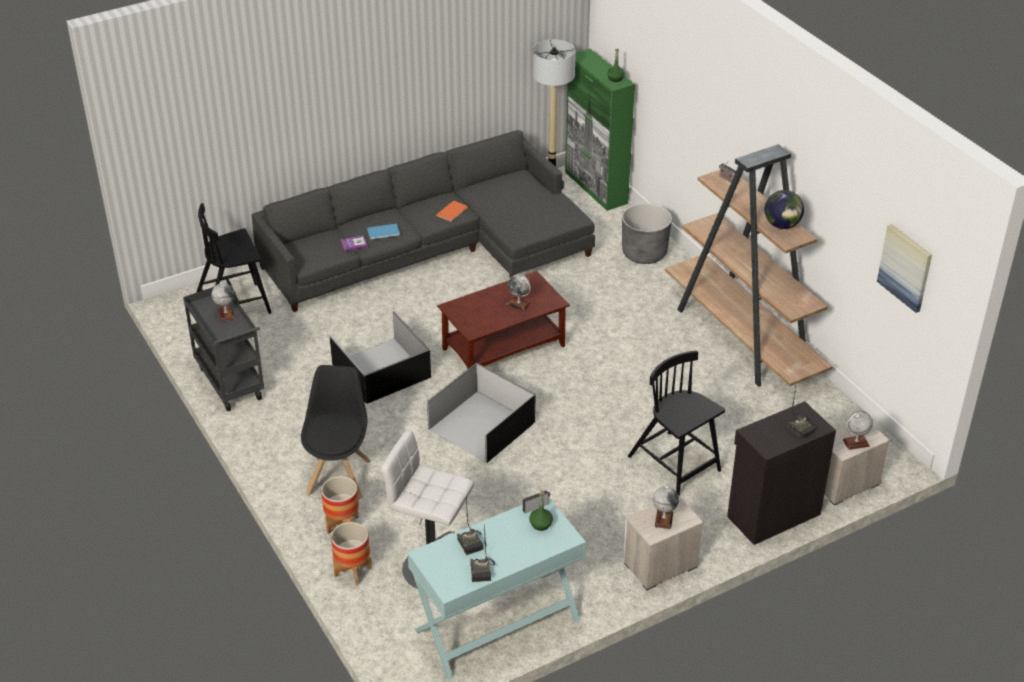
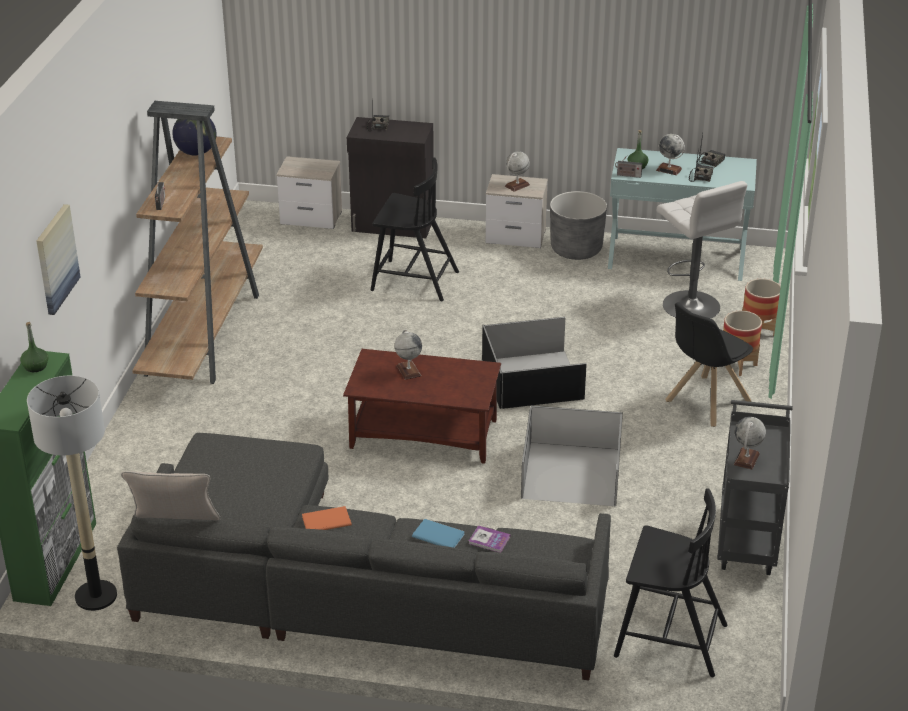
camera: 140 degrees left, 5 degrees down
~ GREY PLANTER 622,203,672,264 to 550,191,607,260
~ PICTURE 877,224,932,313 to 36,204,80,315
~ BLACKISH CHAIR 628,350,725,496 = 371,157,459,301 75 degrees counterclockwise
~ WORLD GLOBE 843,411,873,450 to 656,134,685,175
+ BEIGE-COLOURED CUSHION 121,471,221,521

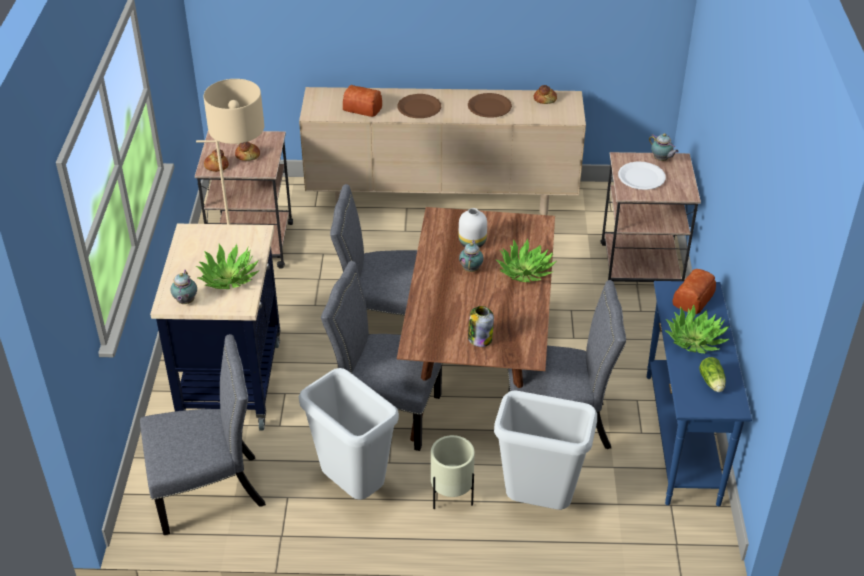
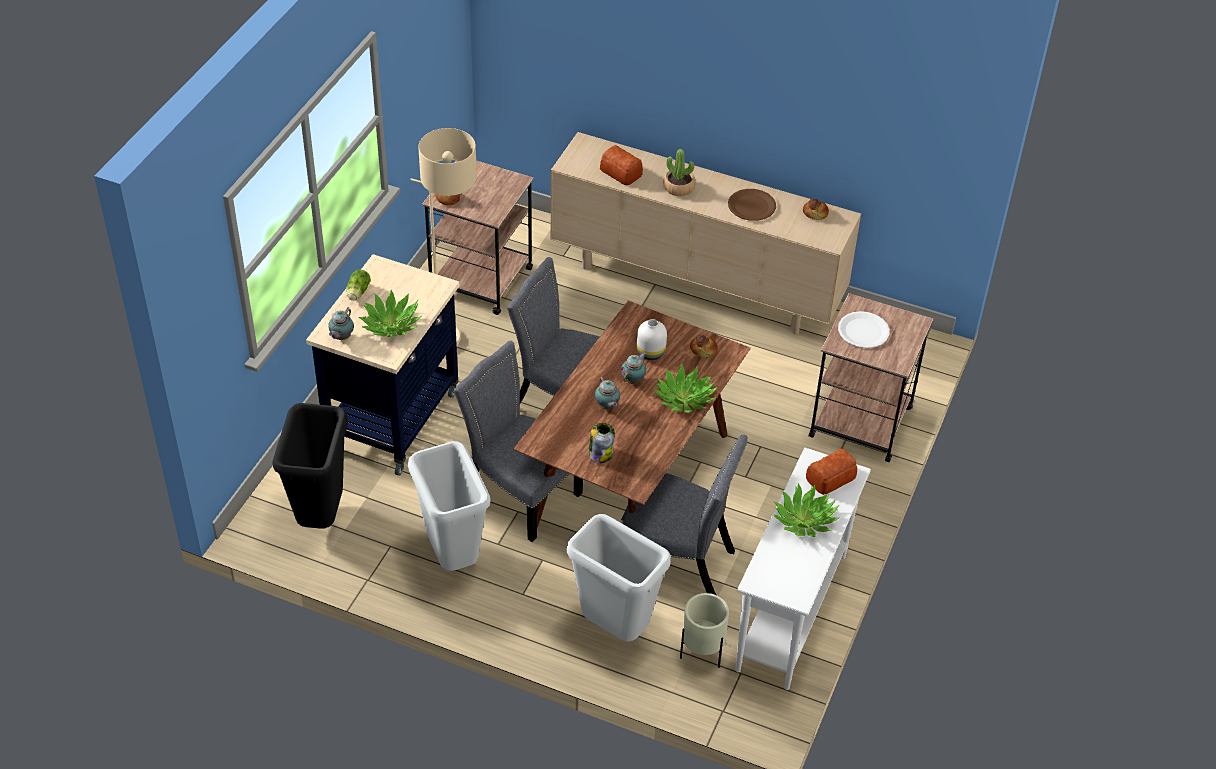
camera: 20 degrees right, 5 degrees up
~ BROWNISH FLAT DISH 398,94,441,118 to POTTED PLANT 663,149,696,196
~ TEAPOT 649,133,679,161 to 595,376,620,409
~ BAKERY BREAD 235,142,260,161 to 690,335,718,357
~ BLUE CONSOLE TABLE 647,281,752,507 to WHITE CONSOLE TABLE 735,447,871,690
~ GREY CHAIR 140,334,266,535 to BLACKISH WASTE BIN 272,403,348,529
~ LETTUCE HEAD 699,357,726,392 to 347,270,371,301
~ BEIGE-COLOURED PLANTER 431,435,475,509 to 680,593,729,668

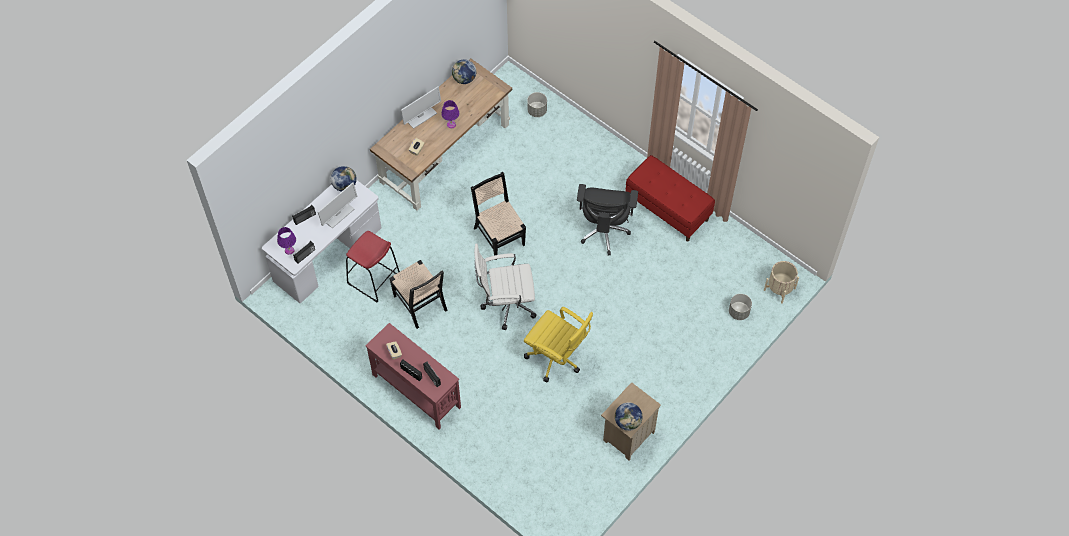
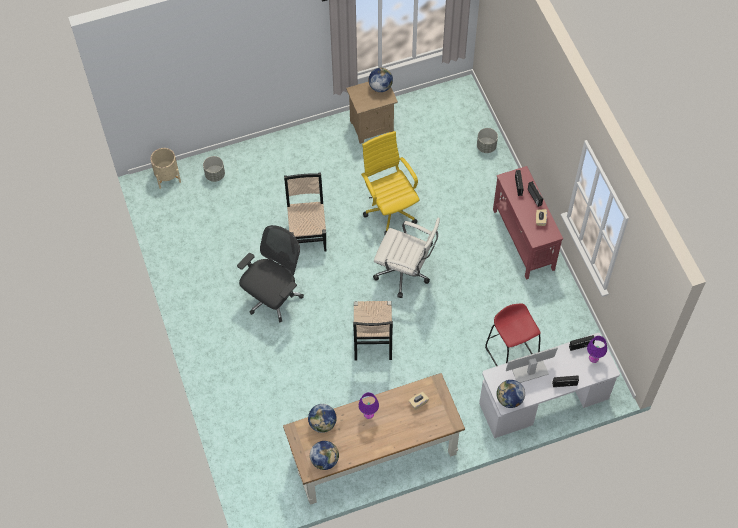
camera: 150 degrees left, 0 degrees up
- COMPUTER DISPLAY 401,86,441,129
~ GREY PLANTER 527,92,547,117 to 477,128,498,153
- RED-COLOURED LONG SEAT 625,155,715,242
~ CHAIR 389,260,447,329 to 284,172,326,252
+ WORLD GLOBE 308,404,337,433

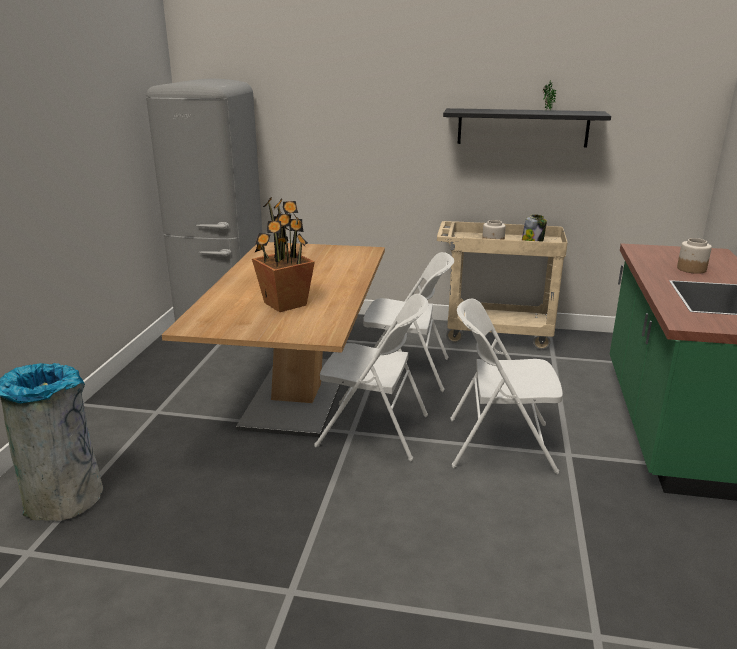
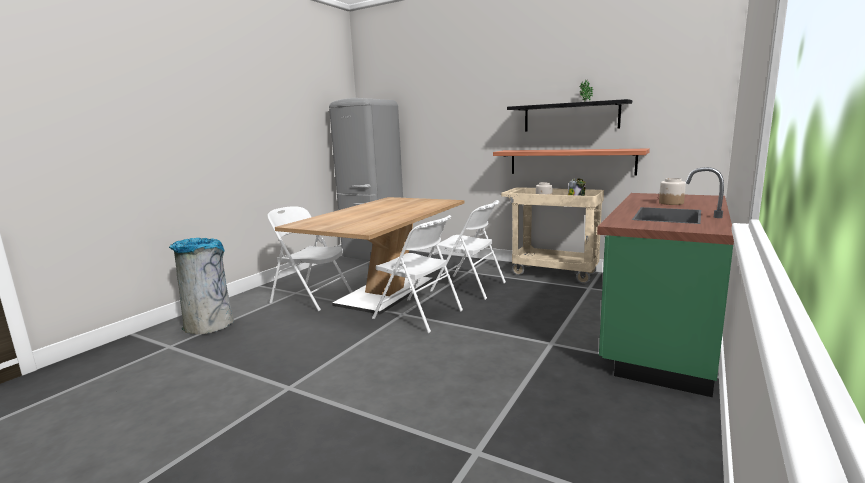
camera: 20 degrees right, 10 degrees down
- POTTED PLANT 252,197,315,312
~ WHITE CHAIR 450,299,563,474 to 267,206,353,311
+ SHELF 493,149,650,176

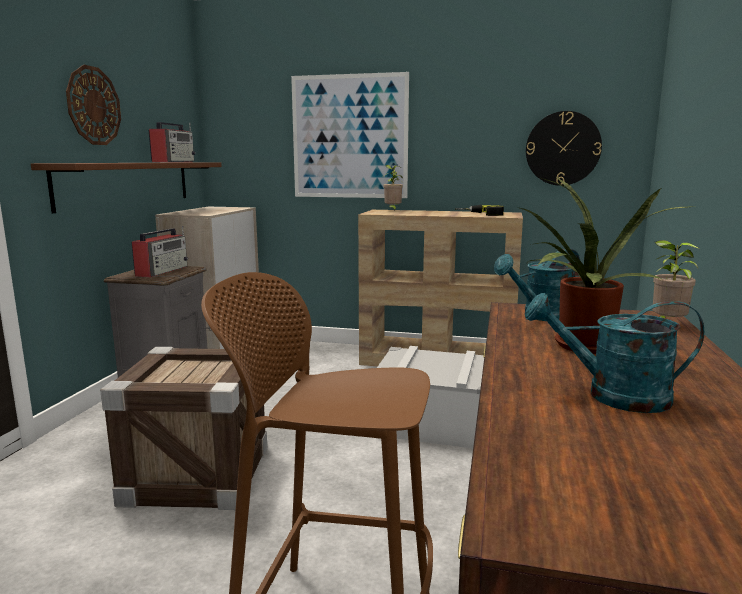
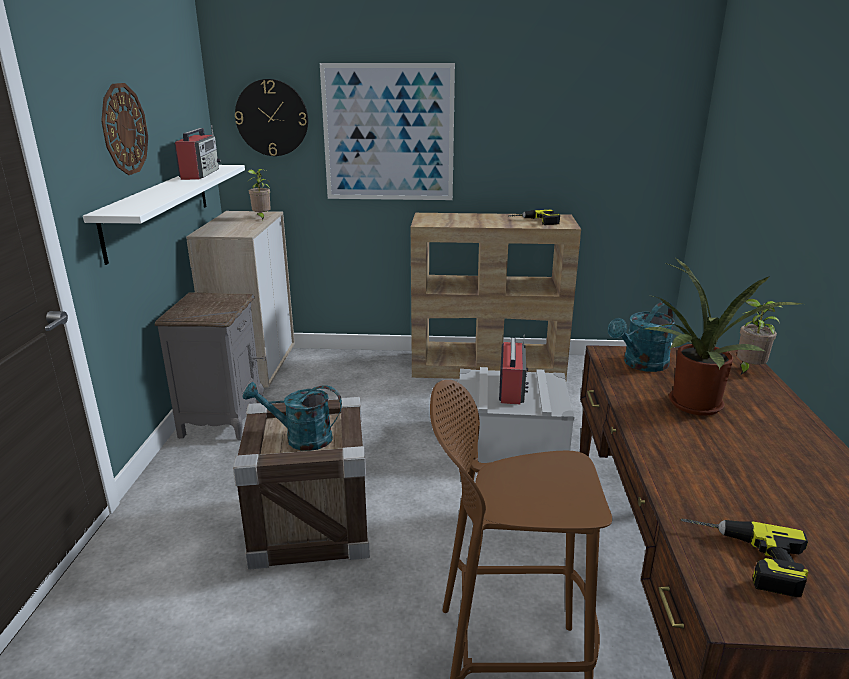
camera: 10 degrees left, 10 degrees up
~ CLOCK ON THE WALL 526,111,602,186 to 235,79,308,156
~ BROWNISH SHELF 31,162,222,213 to WHITE SHELF 83,165,245,265
~ POTTED PLANT 384,165,403,211 to 248,169,271,220
~ RADIO SET 132,226,188,277 to 499,335,529,404
~ TURQUOISE-COLOURED WATERING POT 525,293,704,413 to 243,382,342,451
+ ELECTRIC DRILL 681,518,808,597

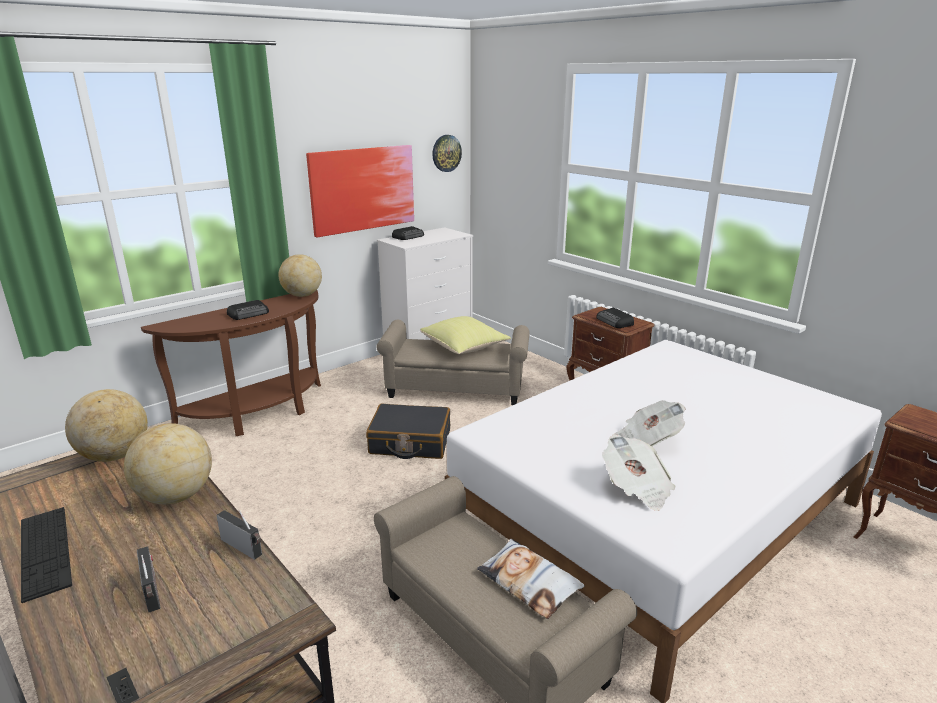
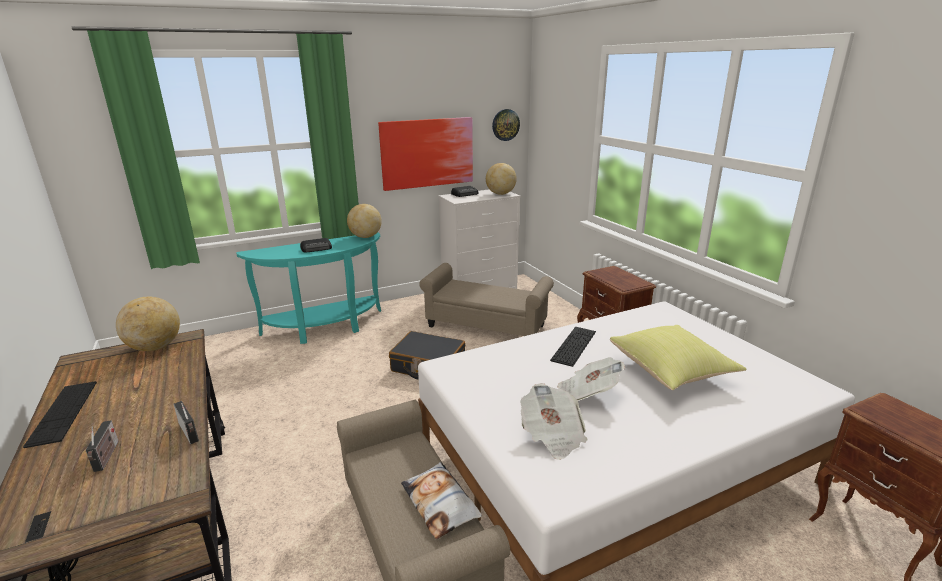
camera: 15 degrees right, 0 degrees up
~ BROWNISH CONSOLE TABLE 141,290,321,436 to TURQUOISE-COLOURED CONSOLE TABLE 236,232,381,344
- RADIO SET 596,308,634,328
~ YELLOW CUSHION 420,316,511,354 to 610,325,747,390
~ WORLD GLOBE 124,423,212,504 to 486,163,517,195
+ COMPUTER KEYBOARD 550,327,596,367

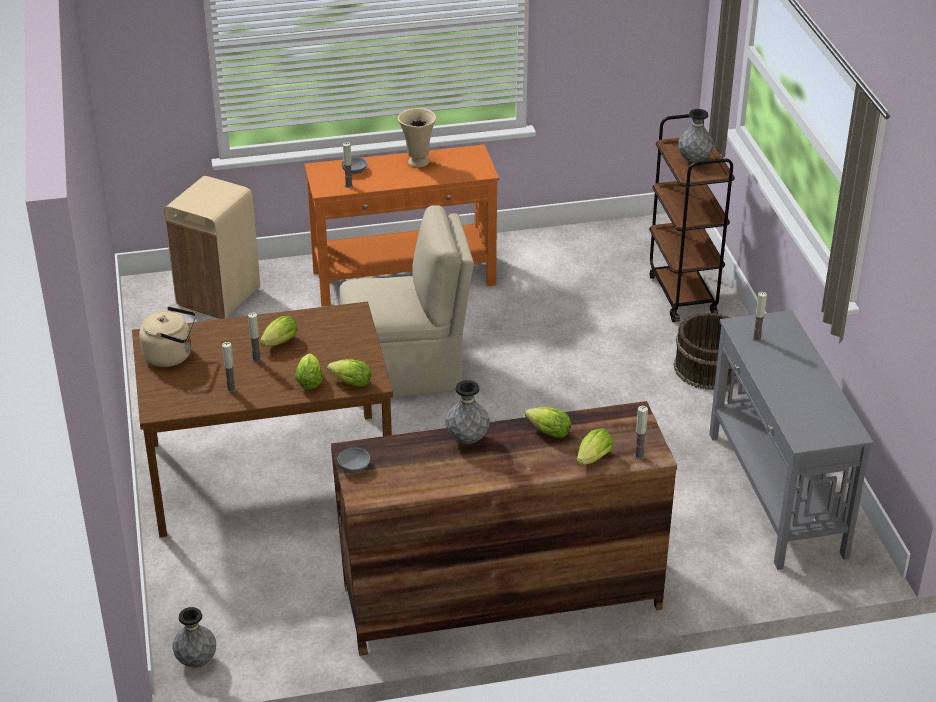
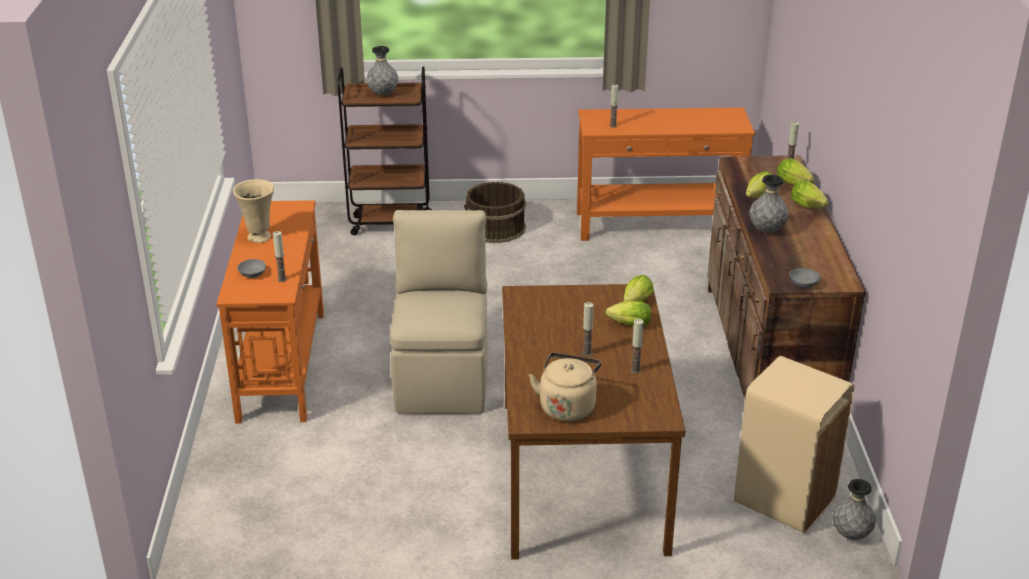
camera: 80 degrees left, 5 degrees down
~ BEIGE-COLOURED WASTE BIN 164,176,260,319 to 734,356,854,533
~ GREY CONSOLE TABLE 709,310,873,570 to ORANGEY CONSOLE TABLE 577,107,755,241
~ LETTUCE HEAD 260,316,298,347 to 791,180,829,209

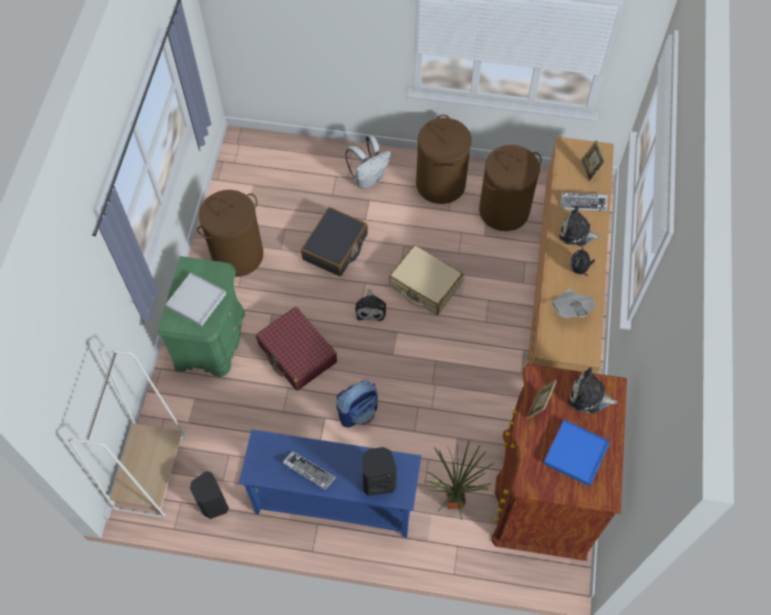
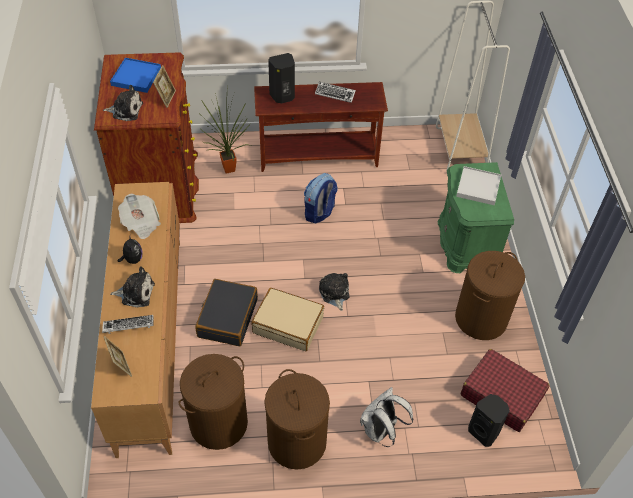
camera: 165 degrees right, 10 degrees down
~ BLACKISH TRAVEL CASE 301,207,368,276 to 195,279,258,346
~ RED-COLOURED TRAVEL CASE 256,307,337,391 to 461,349,550,432
~ BLUE CONSOLE TABLE 239,430,421,538 to BROWNISH CONSOLE TABLE 254,82,388,172
~ BLACKISH LOUDSPEAKER 190,471,229,519 to 468,394,510,447

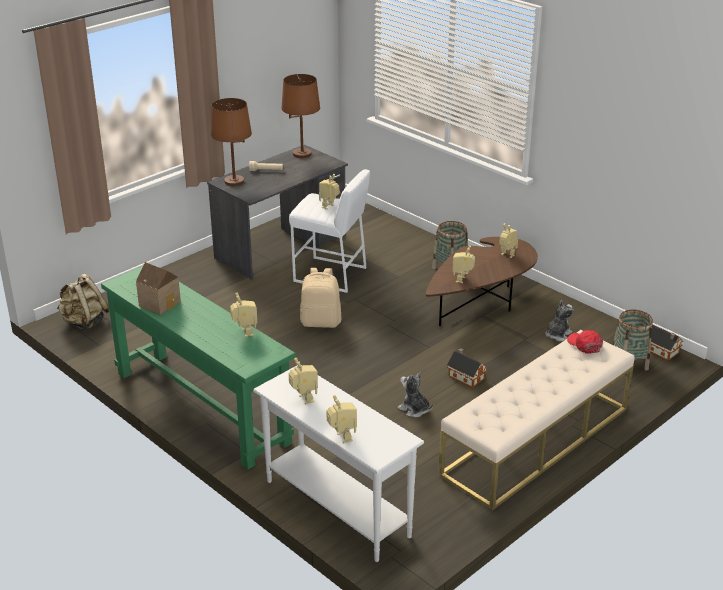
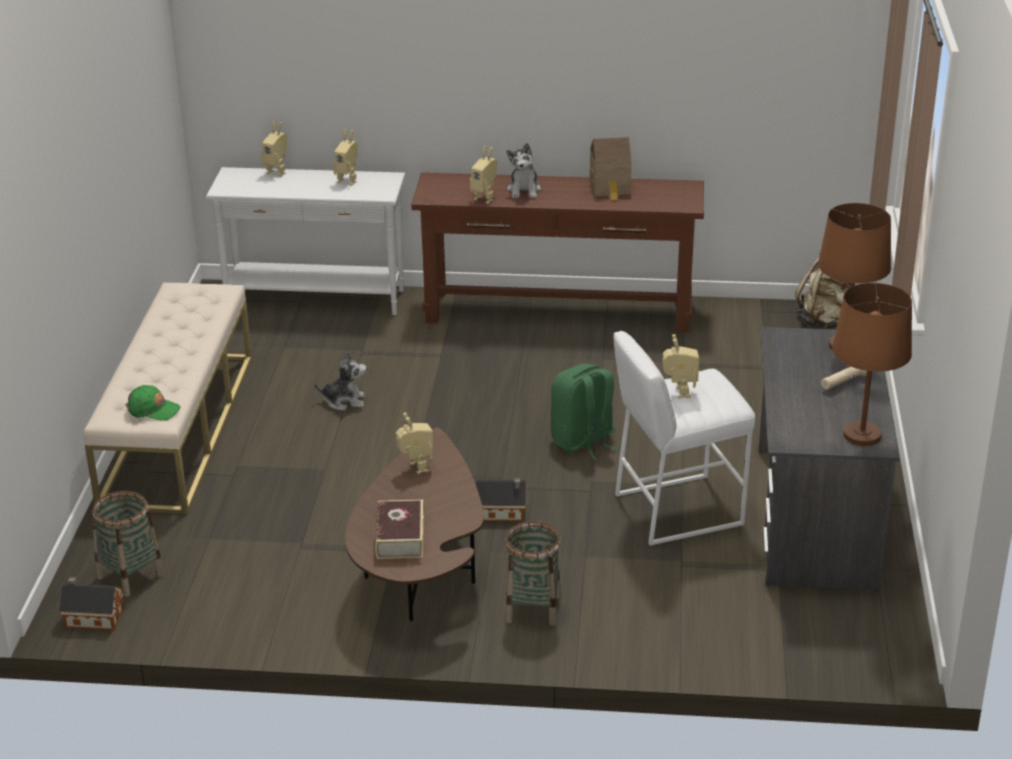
camera: 140 degrees right, 0 degrees up
~ TOY ROBOT 499,223,518,258 to BOOK 375,499,424,559
~ GREEN-COLOURED CONSOLE TABLE 101,263,296,470 to BROWNISH CONSOLE TABLE 411,172,704,333
~ BEIGE-COLOURED BACKPACK 300,268,341,328 to GREEN-COLOURED BACKPACK 551,363,618,460
~ CUDDLY TOY 545,300,574,341 to 506,143,541,198
~ RED-COLOURED PEAKED CAP 567,330,603,354 to GREEN-COLOURED PEAKED CAP 125,385,181,421
~ MODEL HOUSE 447,348,487,388 to 476,479,526,521

